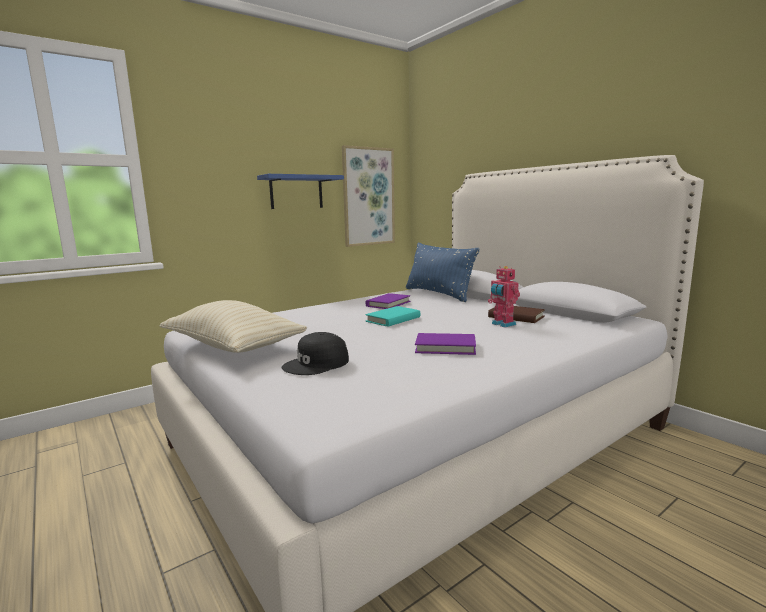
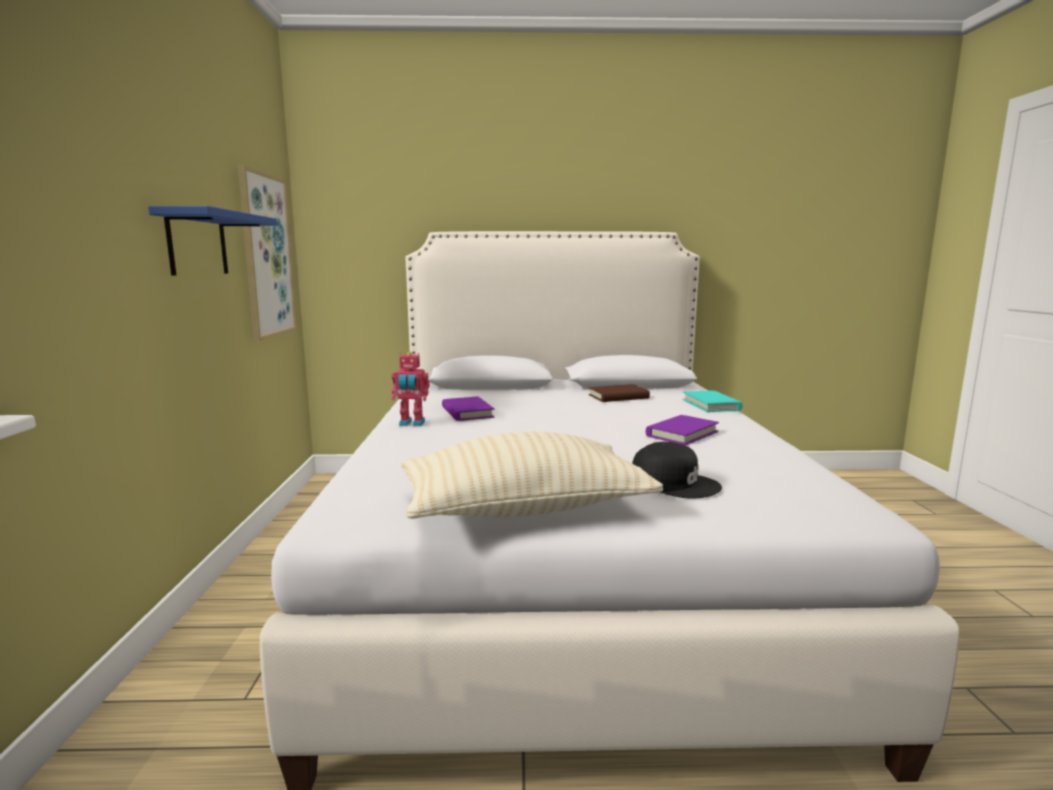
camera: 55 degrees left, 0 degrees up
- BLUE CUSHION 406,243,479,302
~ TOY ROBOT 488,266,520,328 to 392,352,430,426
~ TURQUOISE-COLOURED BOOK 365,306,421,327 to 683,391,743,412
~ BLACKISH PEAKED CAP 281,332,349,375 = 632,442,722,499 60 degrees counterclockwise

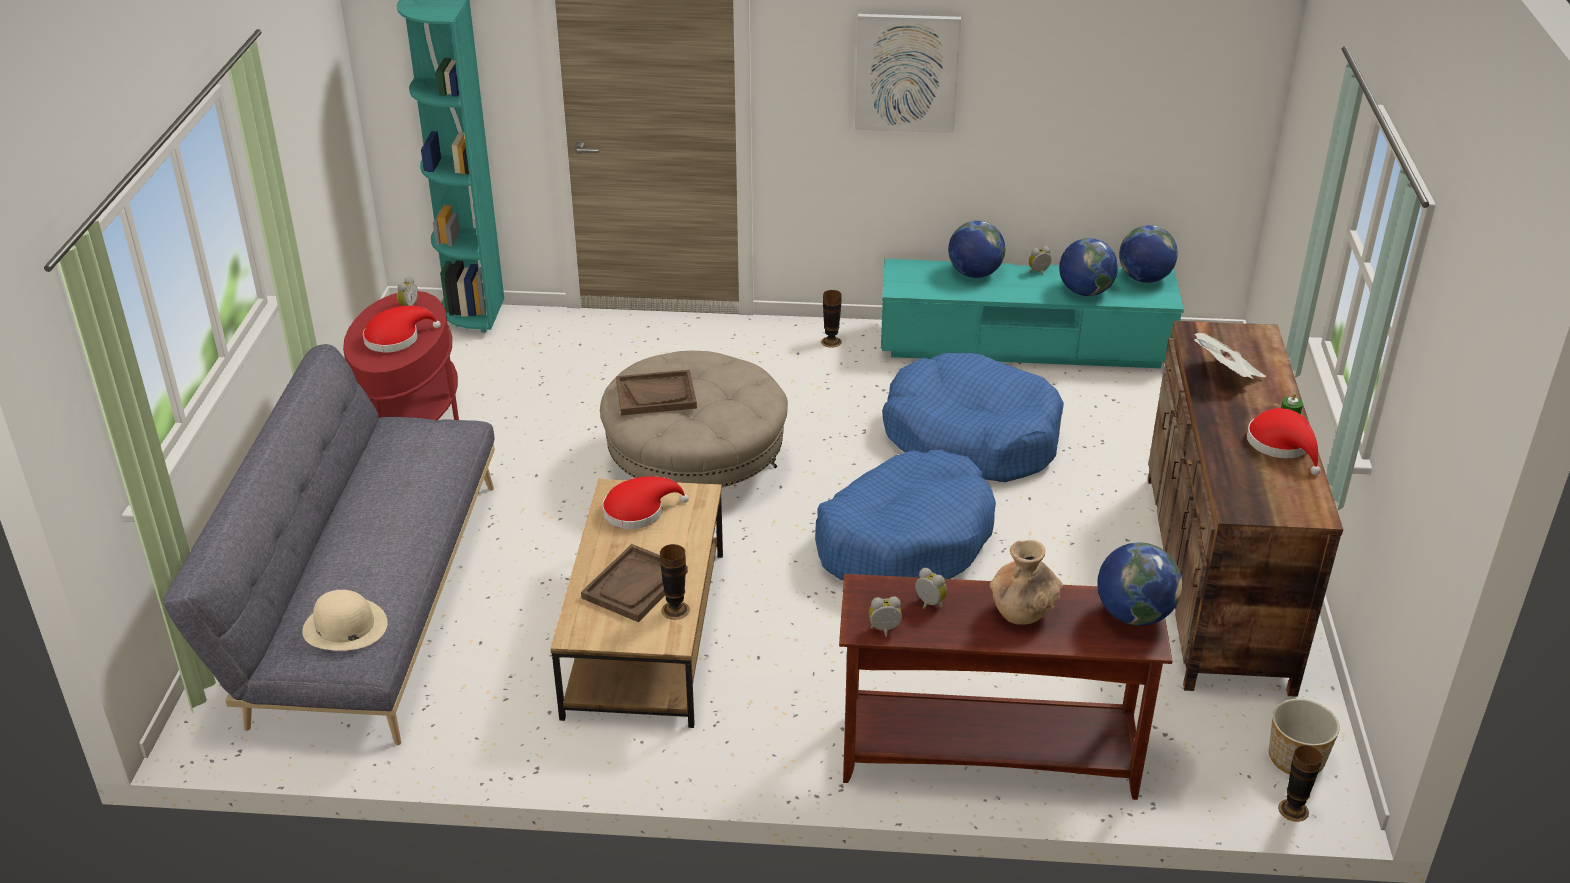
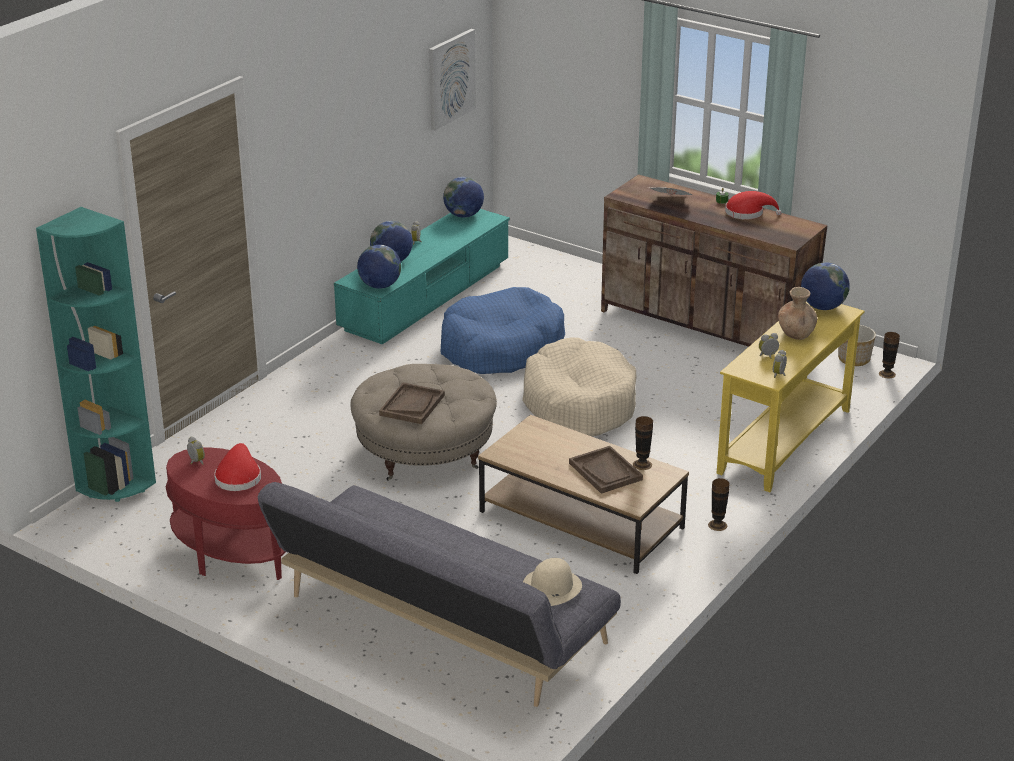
camera: 60 degrees left, 5 degrees down
~ PICTURE 855,14,961,133 to 429,29,476,131
~ WORLD GLOBE 1059,238,1118,296 to 357,245,401,289
~ DECORATIVE VASE 821,290,842,348 to 708,478,730,531
~ BLUE DOG CUSHION 815,450,996,581 to BEIGE-COLOURED DOG CUSHION 522,338,636,437
- RED-COLOURED WEARABLE HAT 602,476,689,529
~ BROWNISH CONSOLE TABLE 839,574,1173,800 to YELLOW CONSOLE TABLE 717,302,865,492

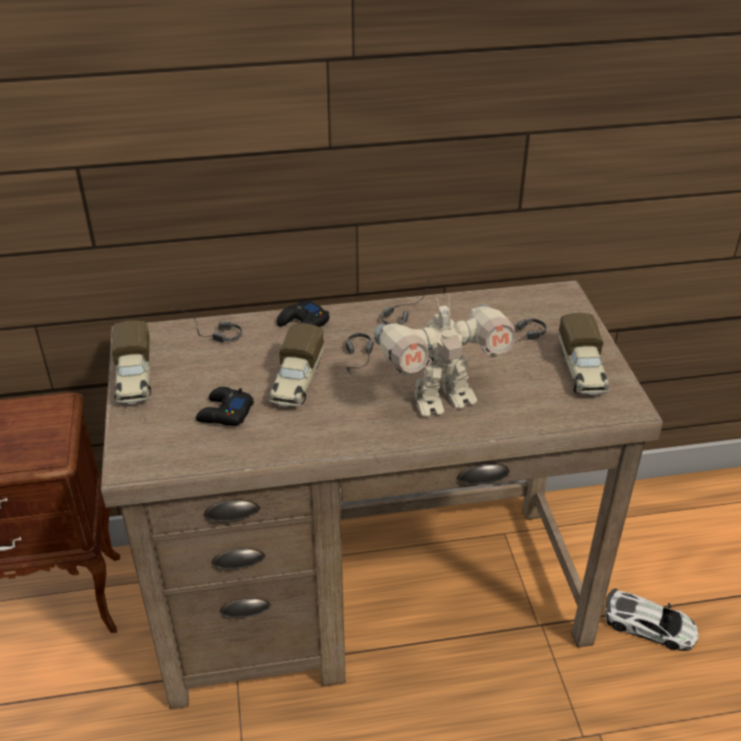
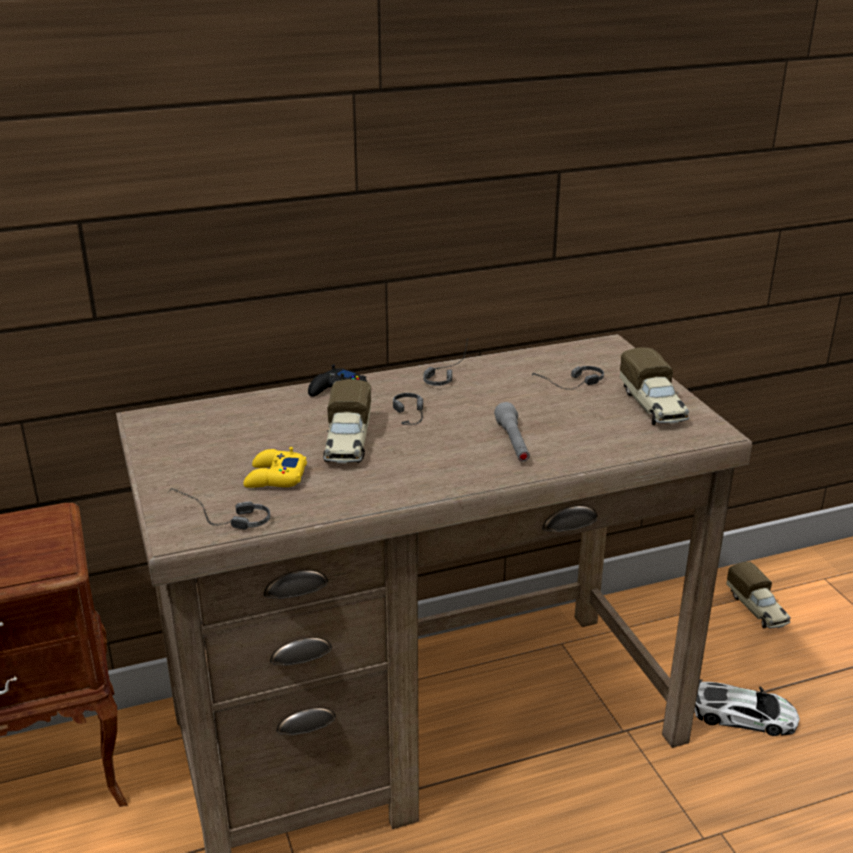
camera: 10 degrees left, 10 degrees down
~ TOY ROBOT 374,297,516,417 to GREY FLASHLIGHT 494,402,530,462
~ HEADPHONES 176,307,242,343 to 168,488,270,530
~ TOY TRUCK 112,321,151,404 to 726,562,791,628
~ BLACKISH GAMEPAD 196,387,254,426 to YELLOW GAMEPAD 243,447,307,488

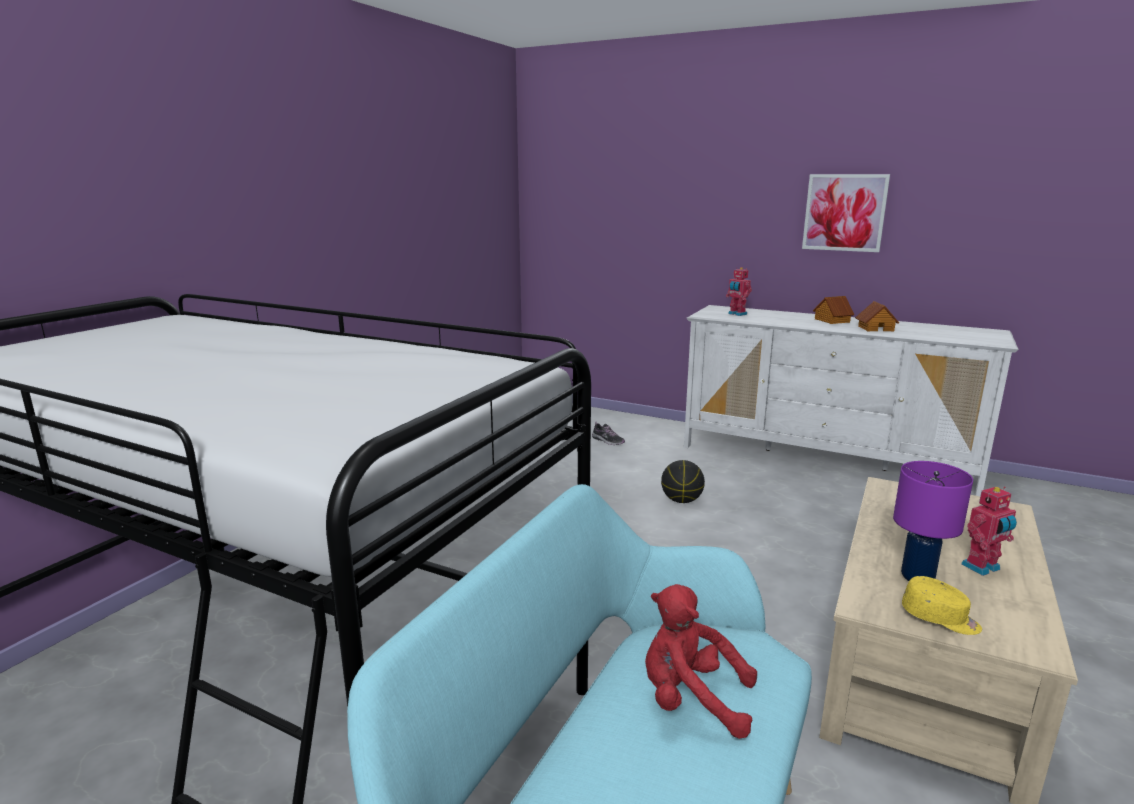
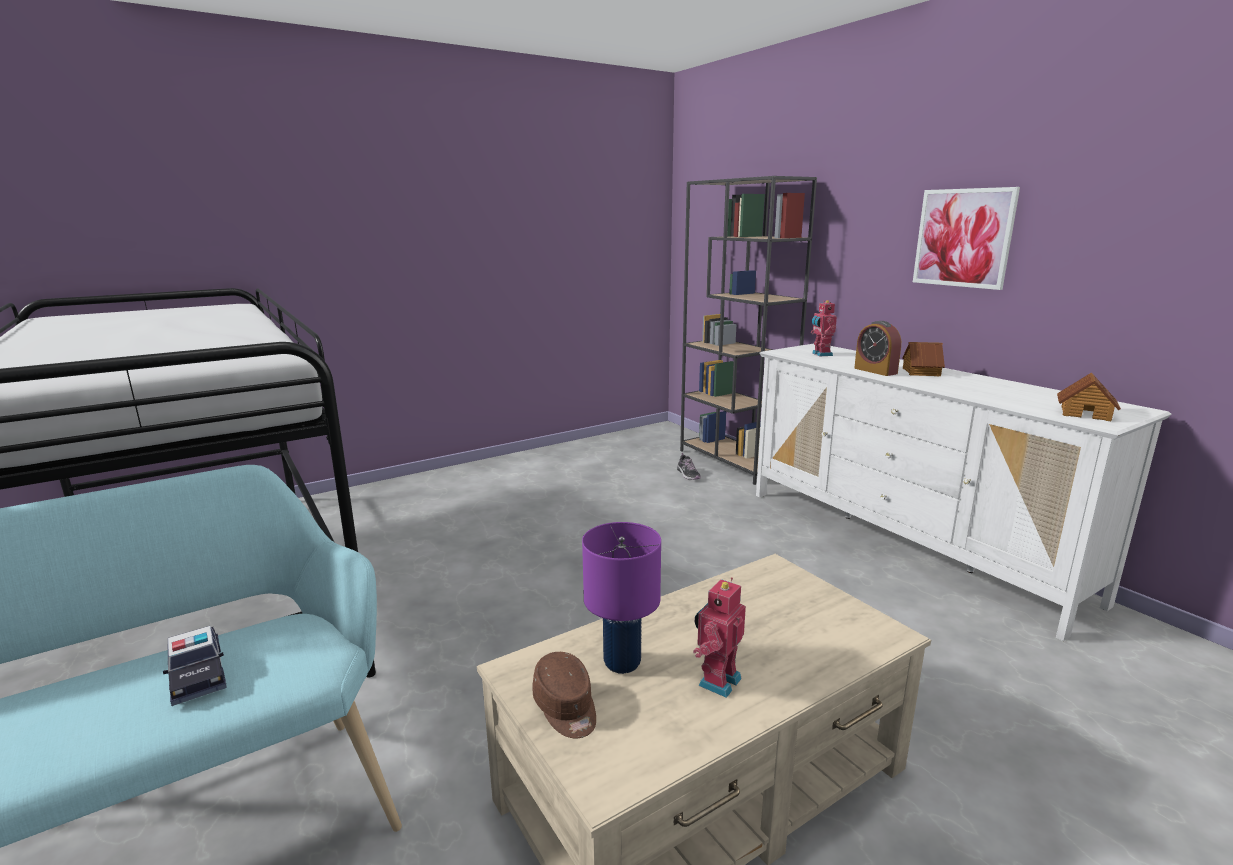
camera: 30 degrees right, 0 degrees up
~ MODEL HOUSE 855,301,899,332 to 1057,372,1121,421
- BALL FOR BASKETBALL 661,460,705,503
~ TOY ROBOT 961,487,1017,576 = 693,577,746,698 120 degrees clockwise
~ YELLOW PEAKED CAP 902,576,982,635 to BROWNISH PEAKED CAP 533,652,596,738
~ RED-COLOURED CUDDLY TOY 645,584,757,739 to MODEL CAR 163,626,227,706
+ BOOKSHELF 680,176,817,485
+ TABLE CLOCK 854,321,901,376

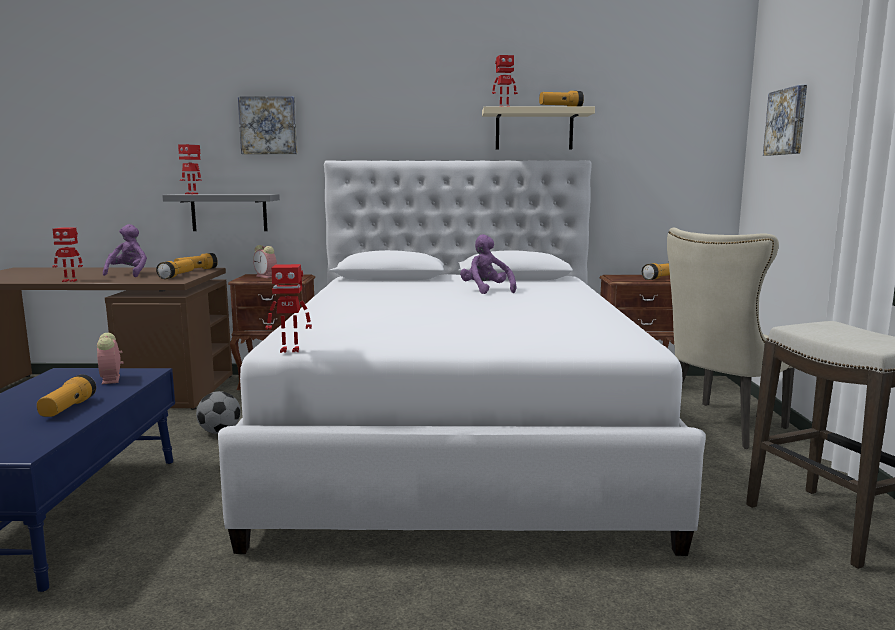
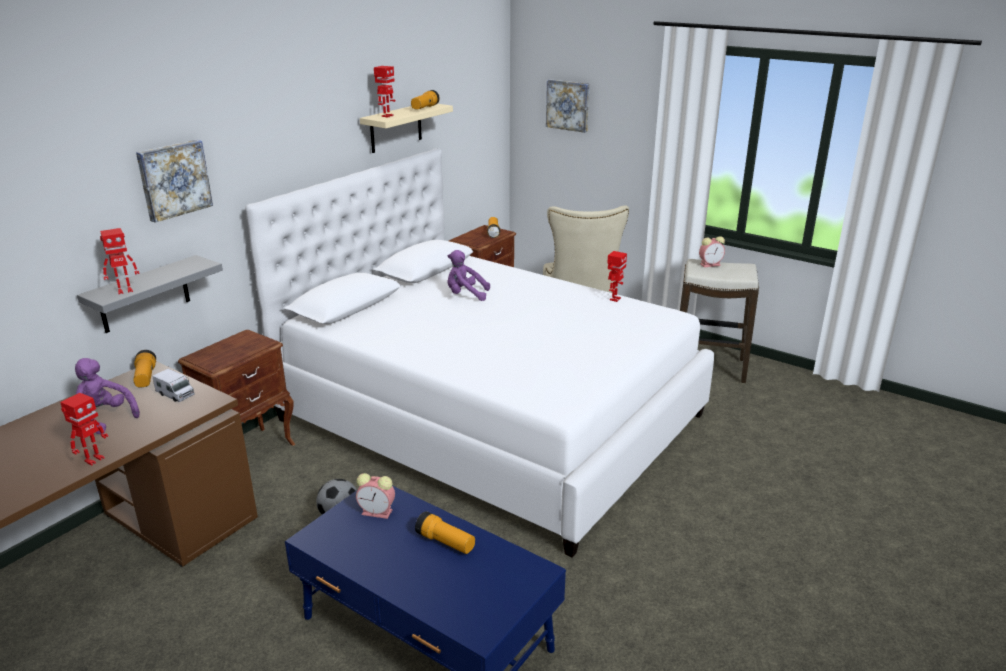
camera: 55 degrees left, 15 degrees up
~ TABLE CLOCK 253,245,277,278 to 699,236,725,267
~ FLASHLIGHT 156,259,194,279 to TOY TRUCK 152,369,195,402
~ TOY ROBOT 266,264,312,353 to 607,251,627,302

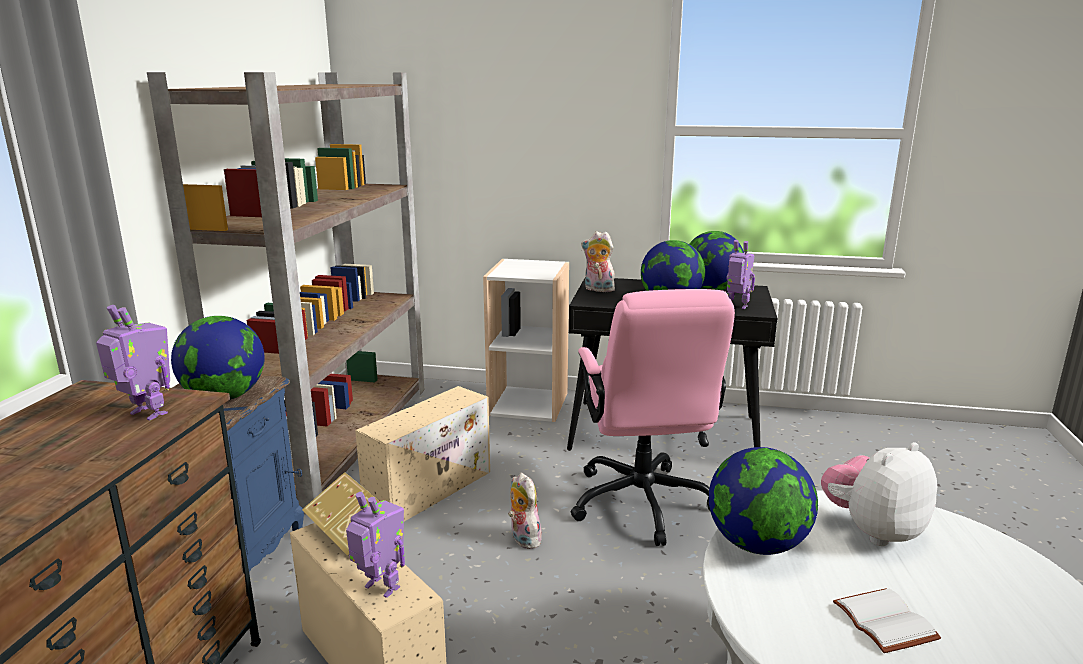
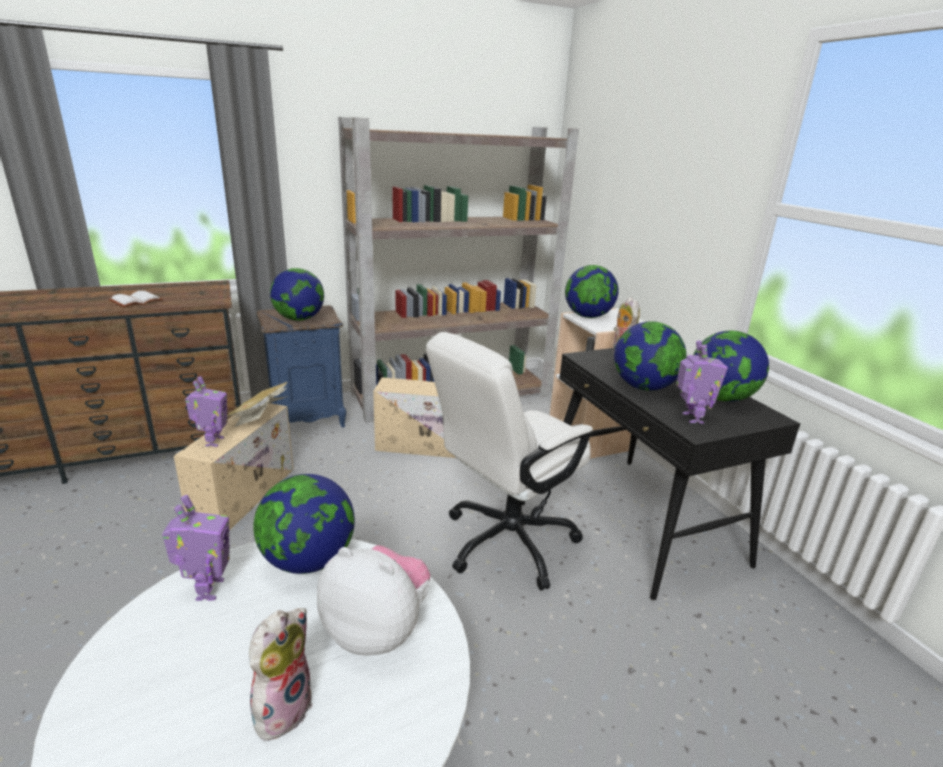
camera: 55 degrees right, 5 degrees up
~ PINKISH OFFICE CHAIR 571,289,735,546 to WHITE OFFICE CHAIR 426,332,593,590
~ TOY ROBOT 96,305,170,421 to 162,495,230,601
~ CUDDLY TOY 508,473,542,549 to 249,608,313,741
~ WHITE BOOK 833,588,941,653 to 109,291,163,307
+ WORLD GLOBE 565,265,619,318

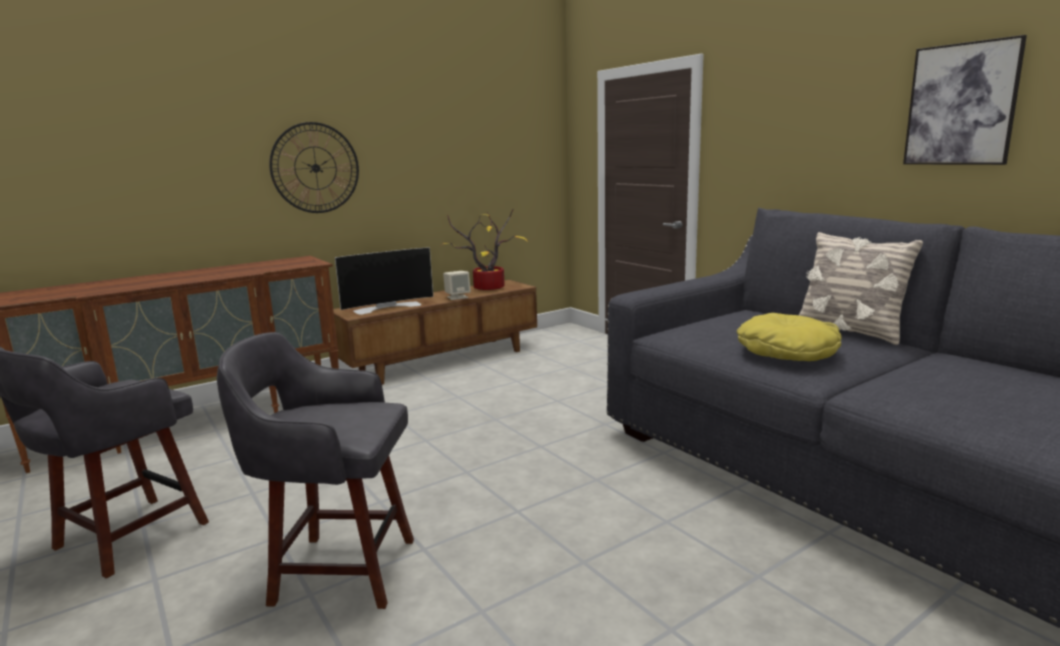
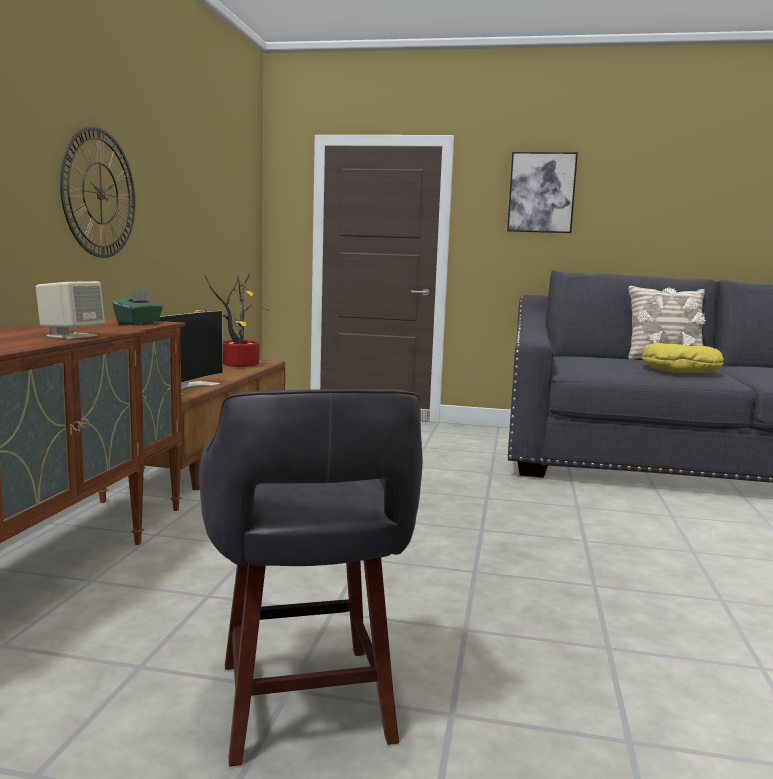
camera: 45 degrees left, 5 degrees down
~ PICTURE 903,35,1027,165 to 507,152,578,233
~ BEIGE-COLOURED LOUDSPEAKER 443,271,471,300 to 36,281,105,339
- GREY SITTING STOOL 217,332,414,609
+ GREEN-COLOURED TISSUE HOLDER 112,290,163,325

